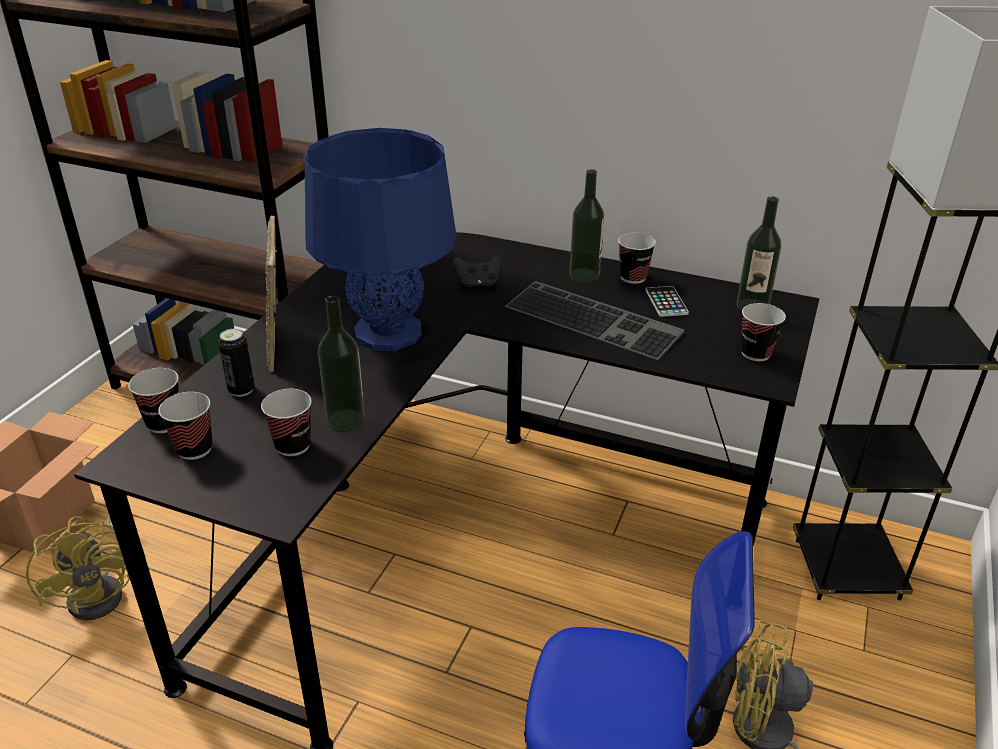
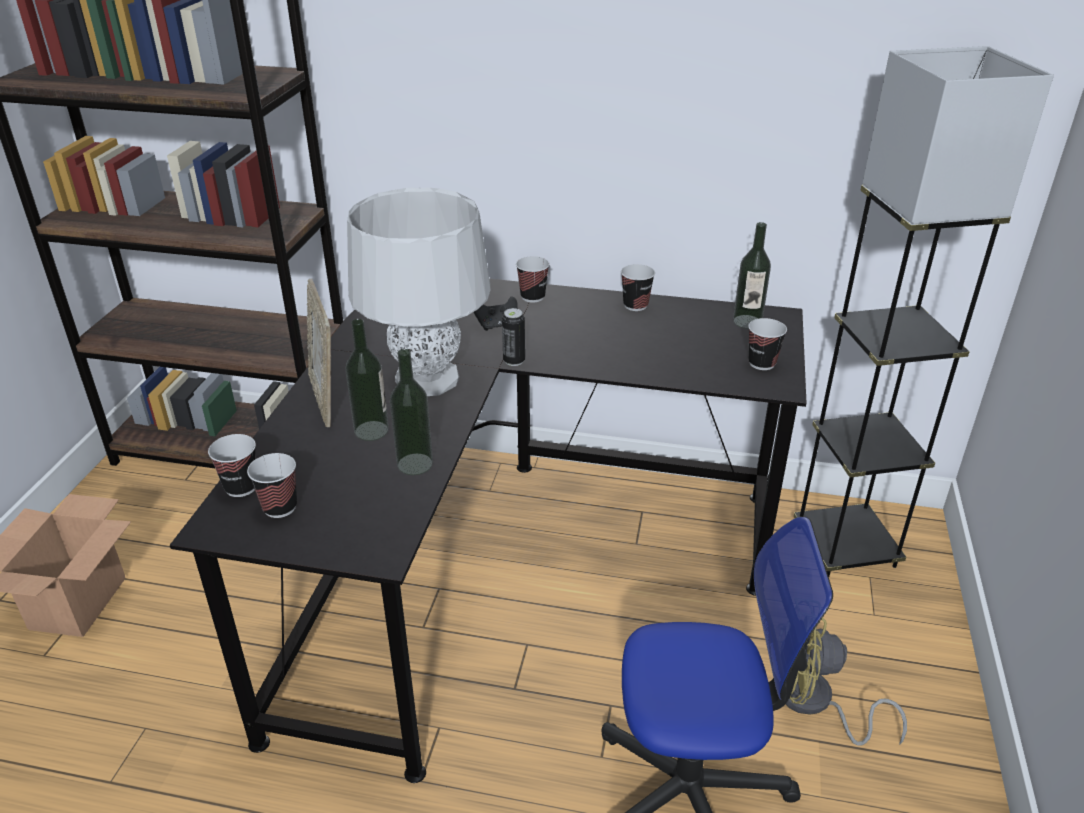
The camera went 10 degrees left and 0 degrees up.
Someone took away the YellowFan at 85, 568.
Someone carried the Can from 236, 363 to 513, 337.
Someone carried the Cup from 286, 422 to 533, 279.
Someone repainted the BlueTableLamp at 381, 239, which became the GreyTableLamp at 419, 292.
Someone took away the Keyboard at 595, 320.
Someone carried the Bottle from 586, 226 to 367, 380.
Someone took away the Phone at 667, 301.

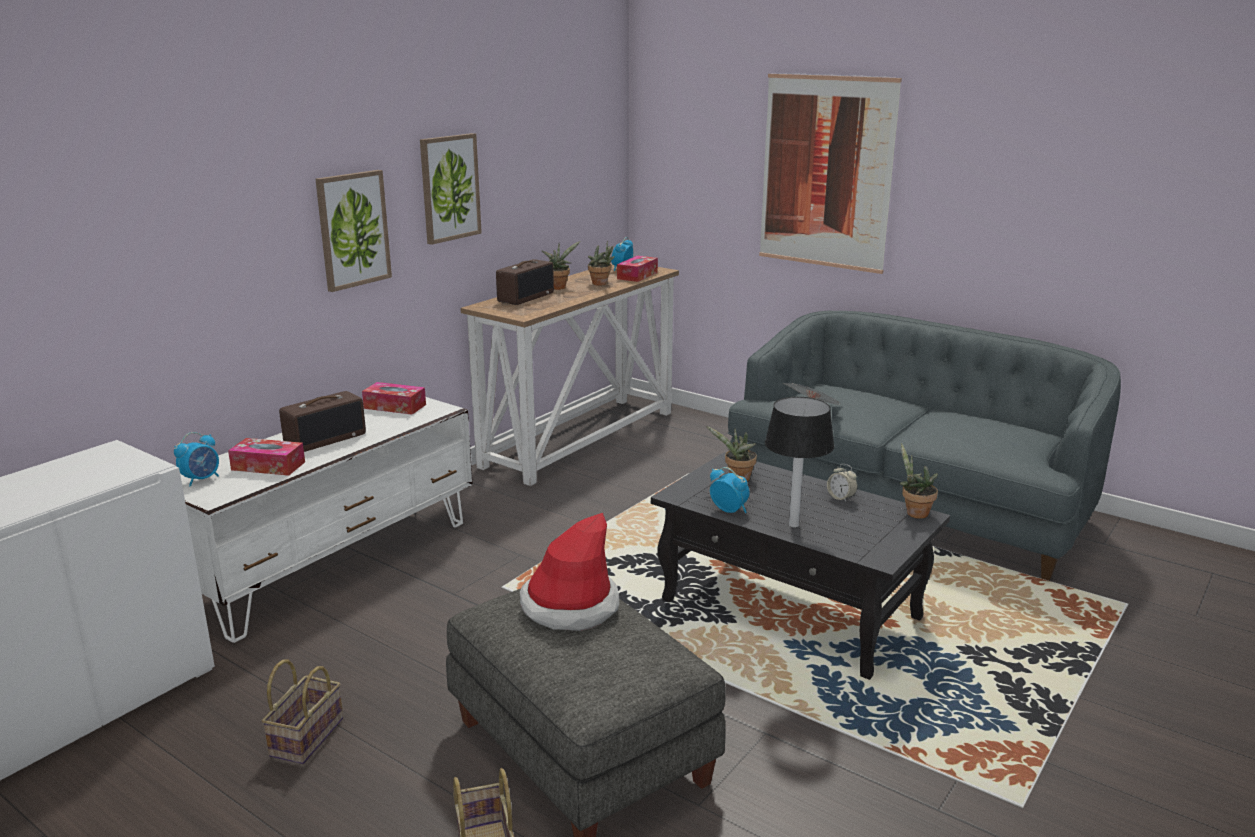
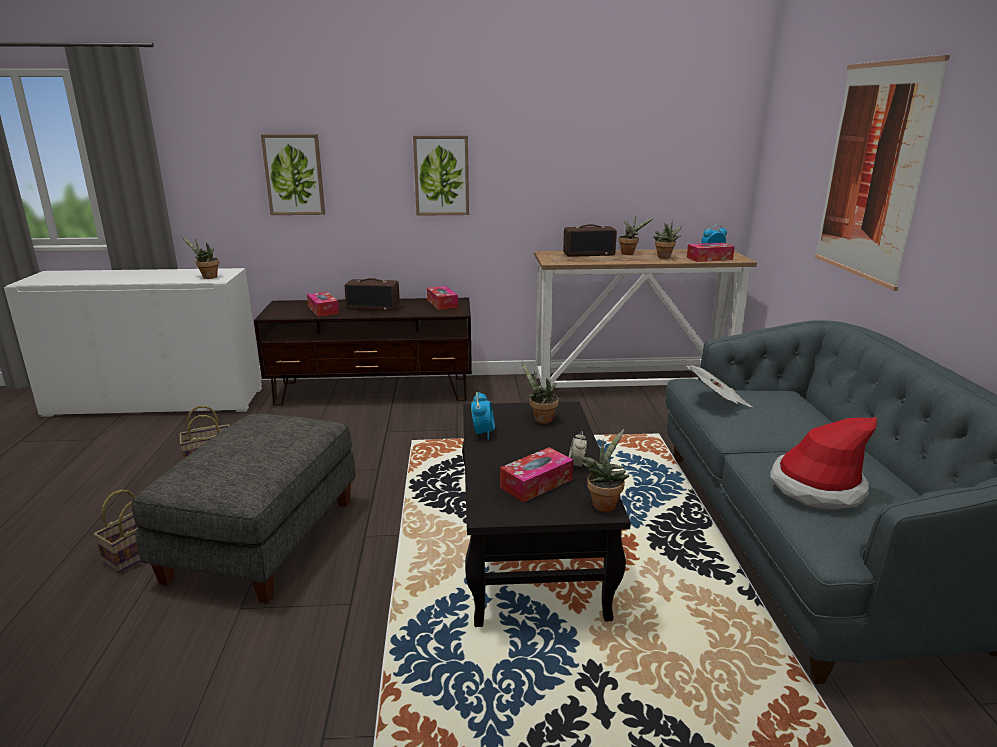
The camera went 50 degrees right and 0 degrees up.
Someone took away the AlarmClock at 196, 459.
Someone repainted the WhiteTvStand at 326, 520, which became the BrownTvStand at 363, 351.
Someone carried the Picture from 451, 189 to 293, 174.
Someone carried the Hat from 569, 572 to 823, 464.
Someone took away the TableLamp at 799, 462.
Someone put down the PottedPlant at 201, 258.
Someone put down the TissueBox at 536, 474.

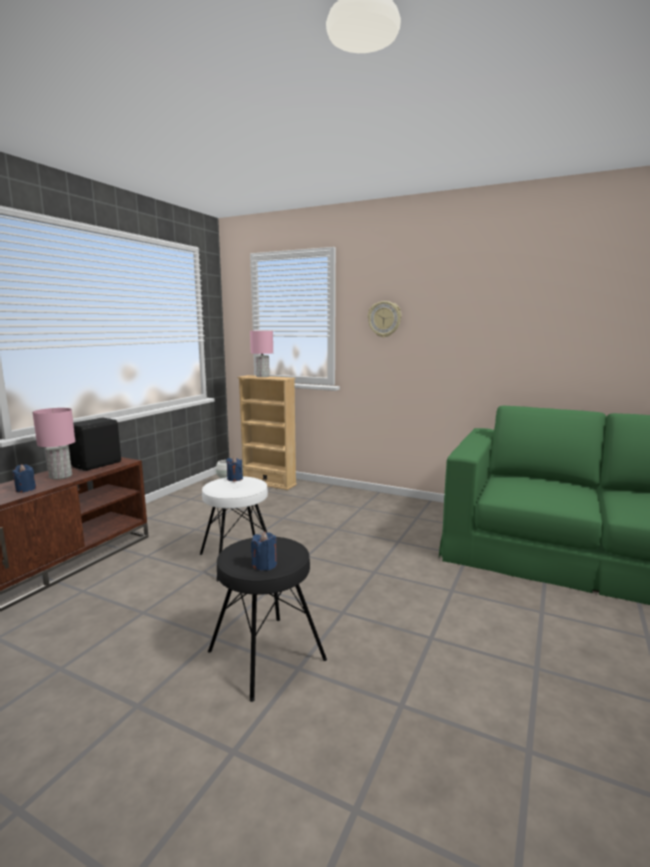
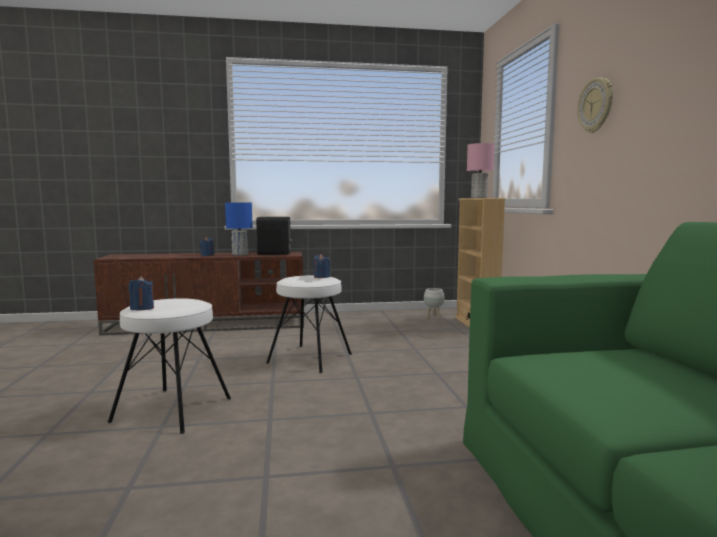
The camera went 55 degrees right and 5 degrees down.
Someone repainted the PinkTableLamp at 54, 444, which became the BlueTableLamp at 239, 229.
Someone repainted the BlackStool at 267, 619, which became the WhiteStool at 169, 366.

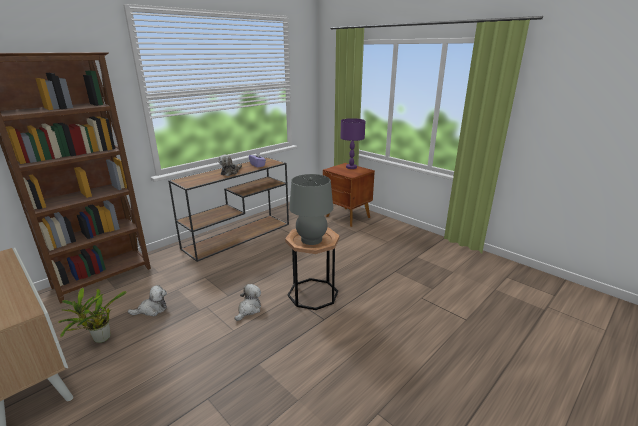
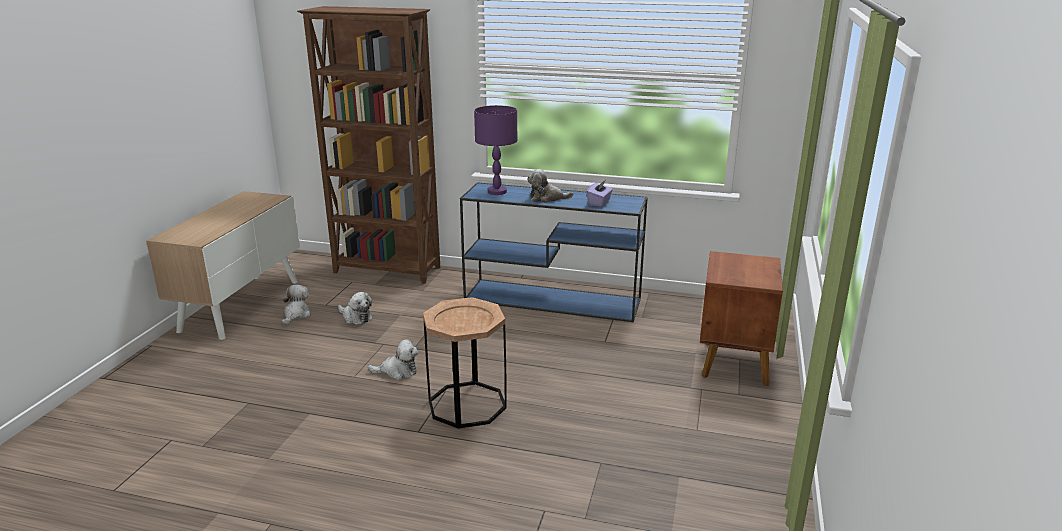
The camera went 60 degrees right and 0 degrees up.
Someone swapped the PottedPlant at 92, 315 for the PlushToy at 296, 304.
Someone repainted the BrownConsoleTable at 228, 209, which became the BlueConsoleTable at 554, 252.
Someone took away the GreyTableLamp at 311, 209.
Someone carried the PurpleTableLamp from 352, 143 to 496, 150.

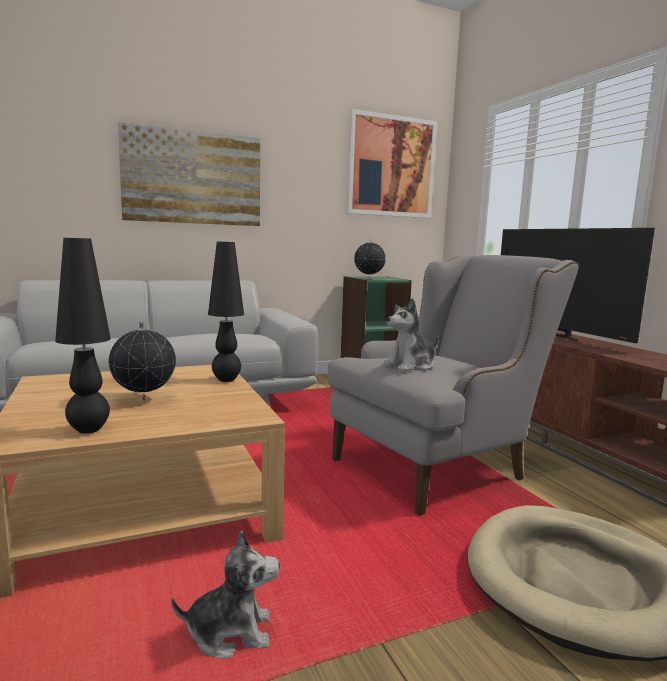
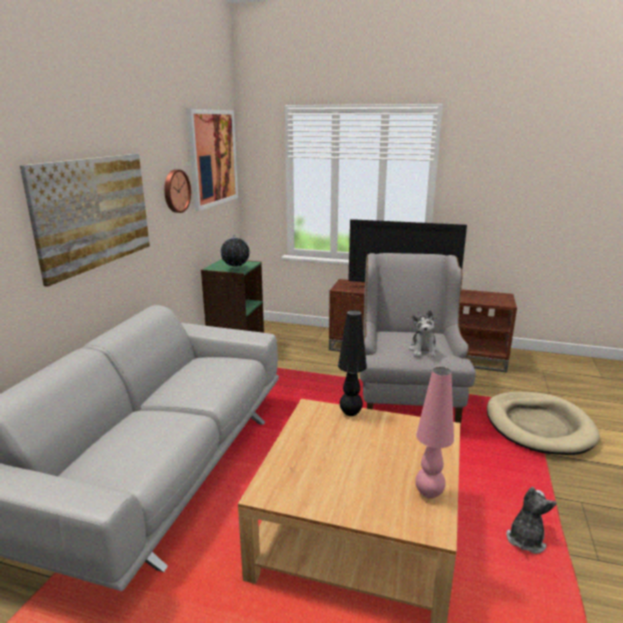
The camera went 50 degrees left and 10 degrees up.
Someone repainted the BlackTableLamp at 83, 336, which became the PinkTableLamp at 434, 433.
Someone took away the Globe at 142, 361.
Someone put up the WallClock at 177, 191.

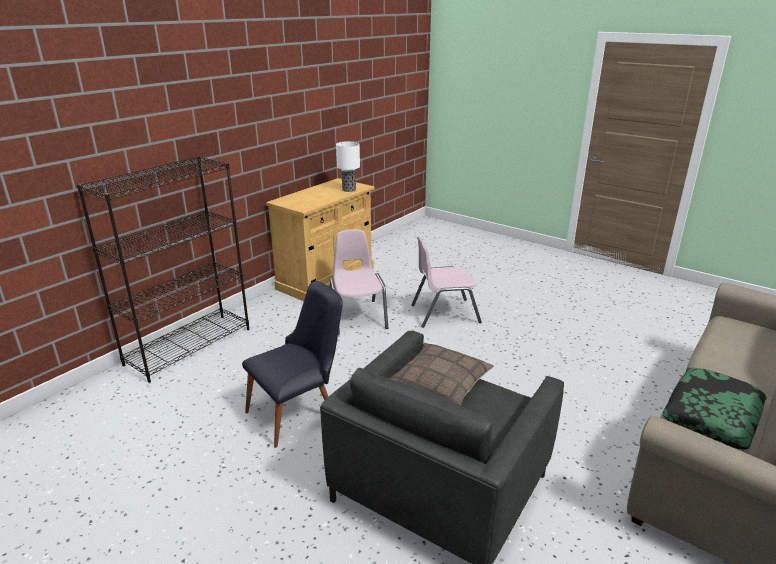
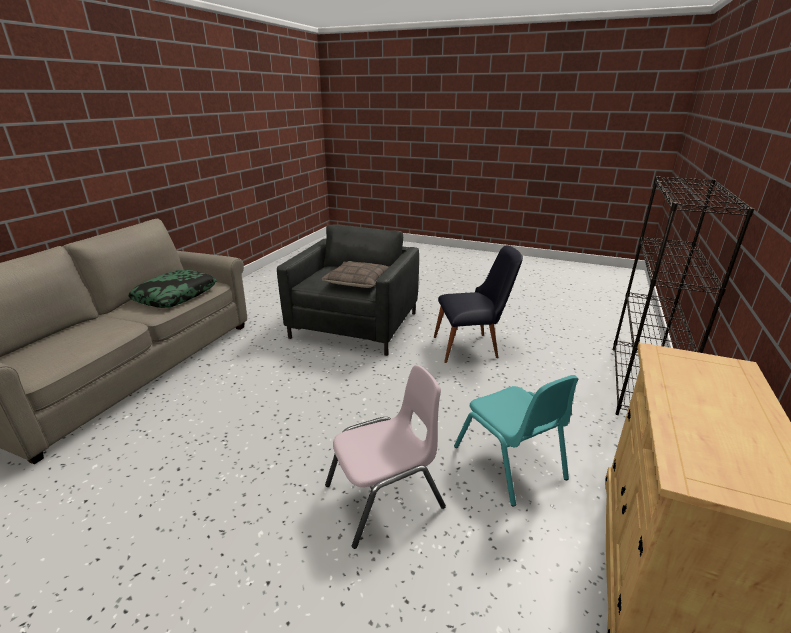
The camera went 165 degrees right and 0 degrees up.
Someone rotated the BlackChair at 292, 364 by 135 degrees counterclockwise.
Someone repainted the PinkChair at 359, 282, which became the TurquoiseChair at 516, 441.
Someone took away the TableLamp at 348, 166.

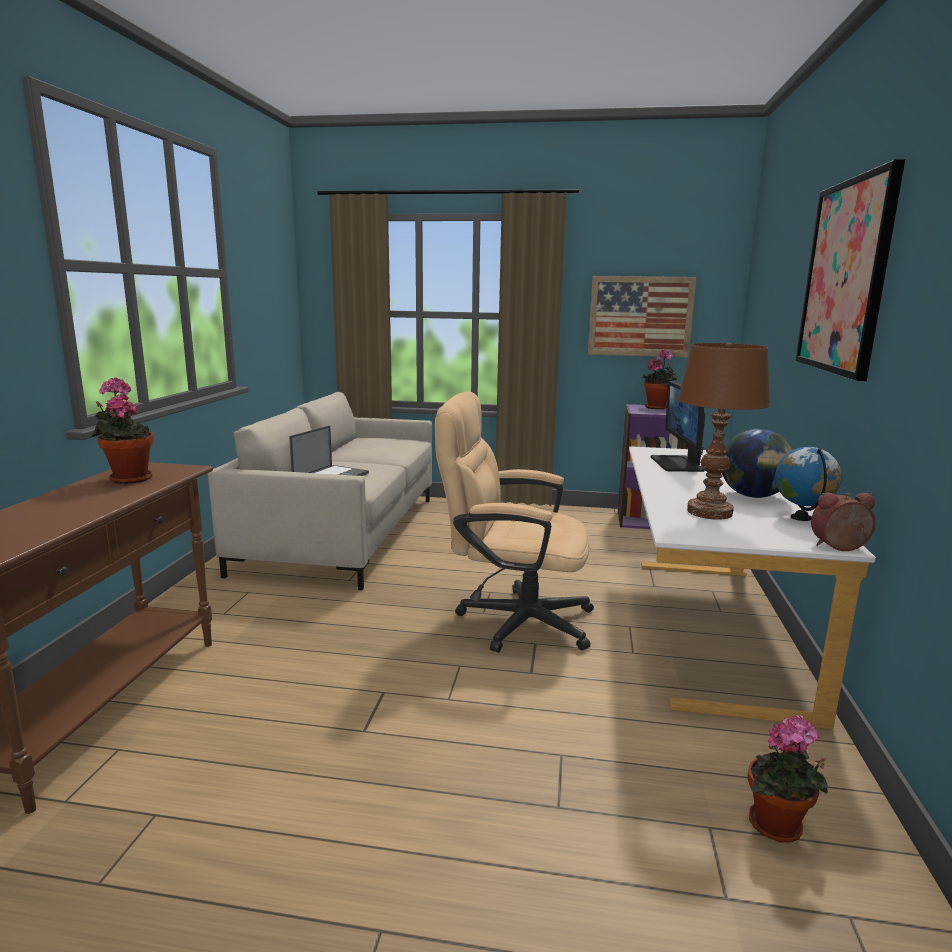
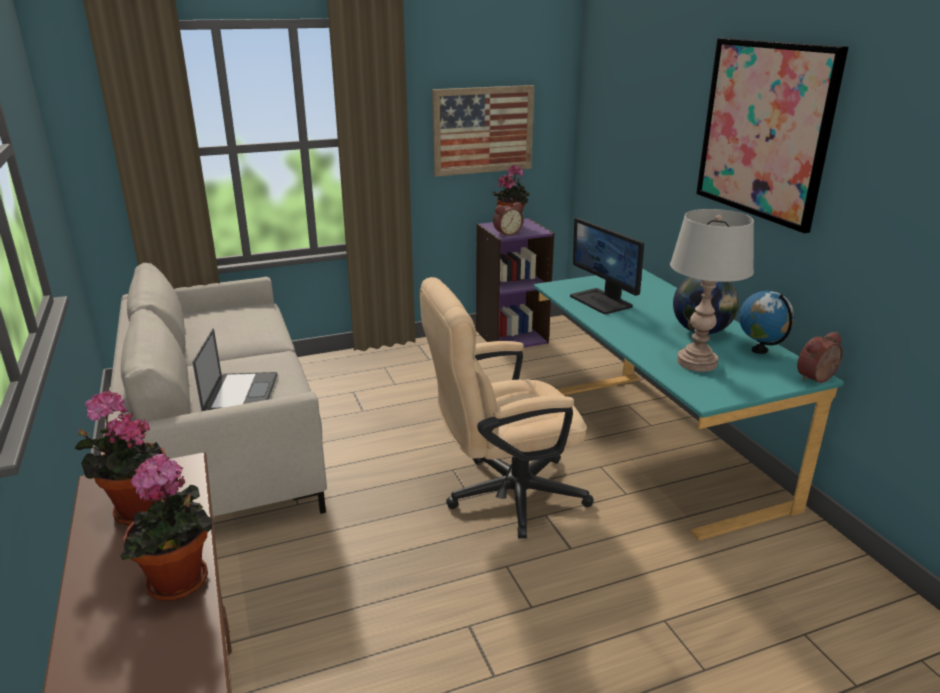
The camera went 30 degrees left and 10 degrees up.
Someone repainted the WhiteDesk at 752, 587, which became the TurquoiseDesk at 689, 404.
Someone repainted the BrownTableLamp at 723, 431, which became the GreyTableLamp at 712, 290.
Someone carried the PottedPlant from 788, 779 to 166, 527.
Someone put down the AlarmClock at 508, 219.

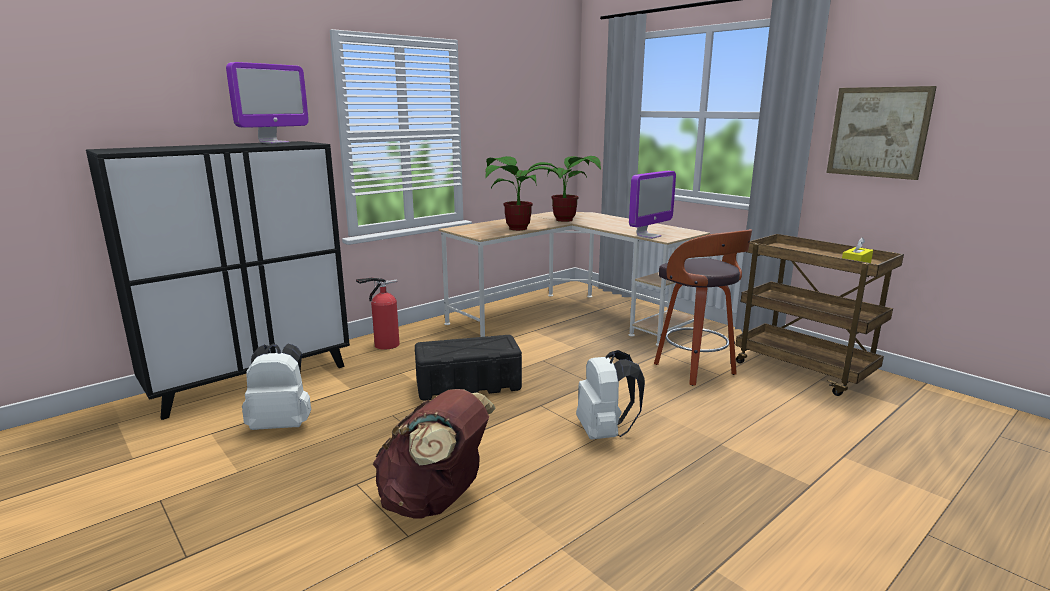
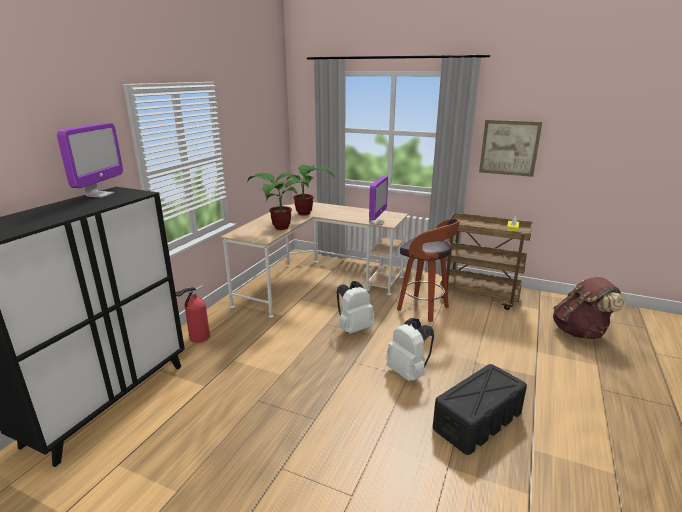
The camera went 25 degrees left and 5 degrees up.
Someone carried the WhiteBackpack from 276, 386 to 355, 307.
Someone carried the BrownBackpack from 434, 454 to 590, 308.
Someone carried the BlackStorageBox from 468, 367 to 480, 409.

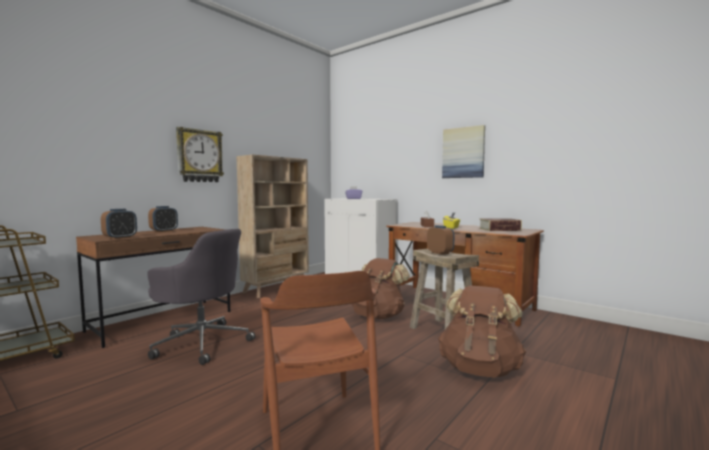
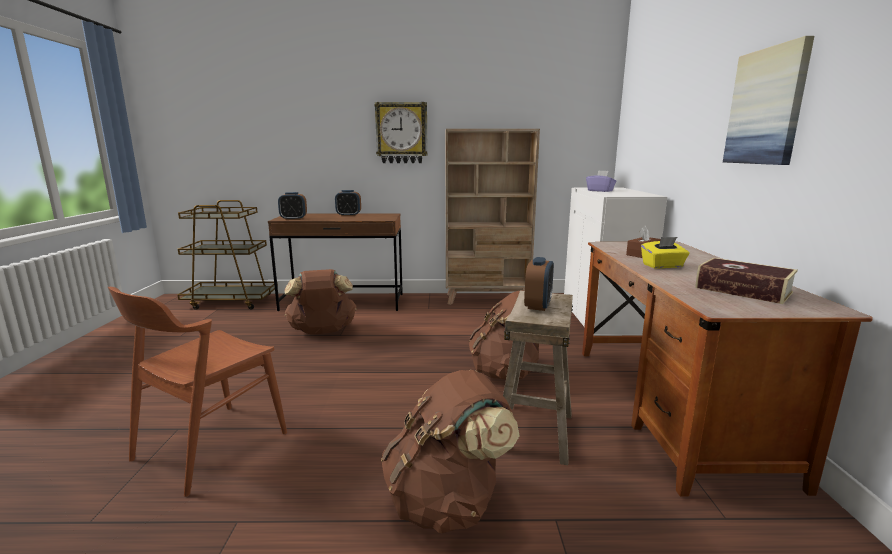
The camera went 50 degrees right and 10 degrees up.
Someone swapped the GreyOfficeChair at 201, 297 for the BrownBackpack at 320, 301.

